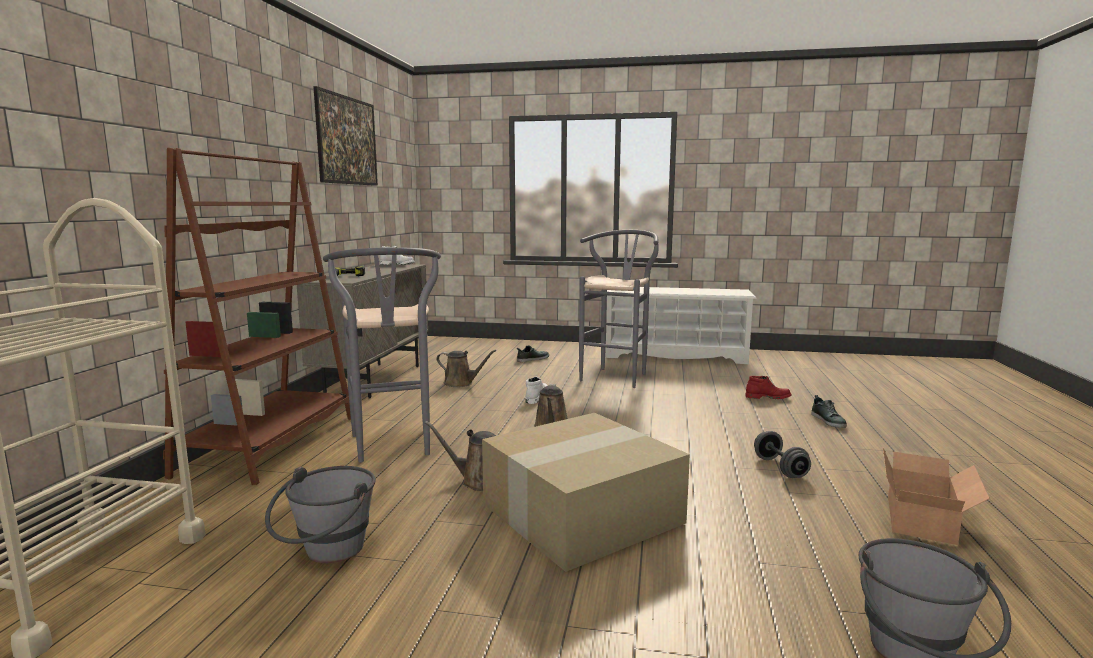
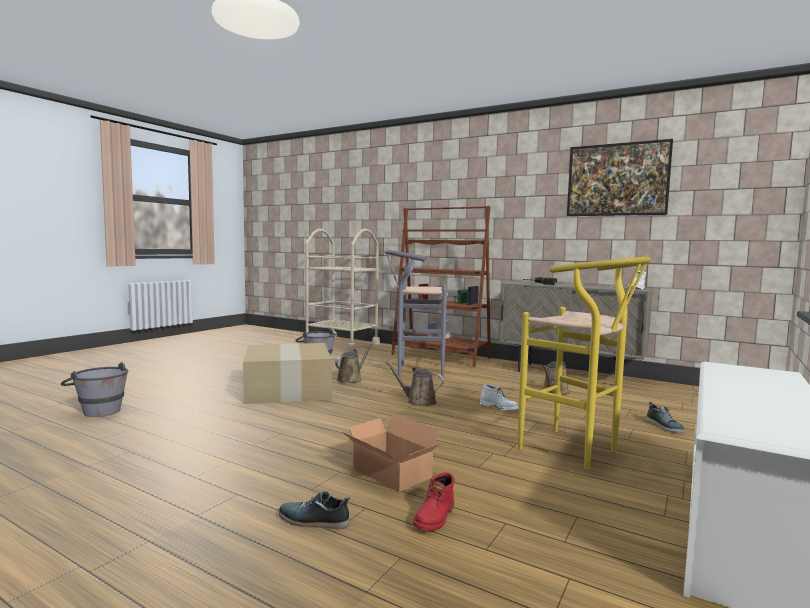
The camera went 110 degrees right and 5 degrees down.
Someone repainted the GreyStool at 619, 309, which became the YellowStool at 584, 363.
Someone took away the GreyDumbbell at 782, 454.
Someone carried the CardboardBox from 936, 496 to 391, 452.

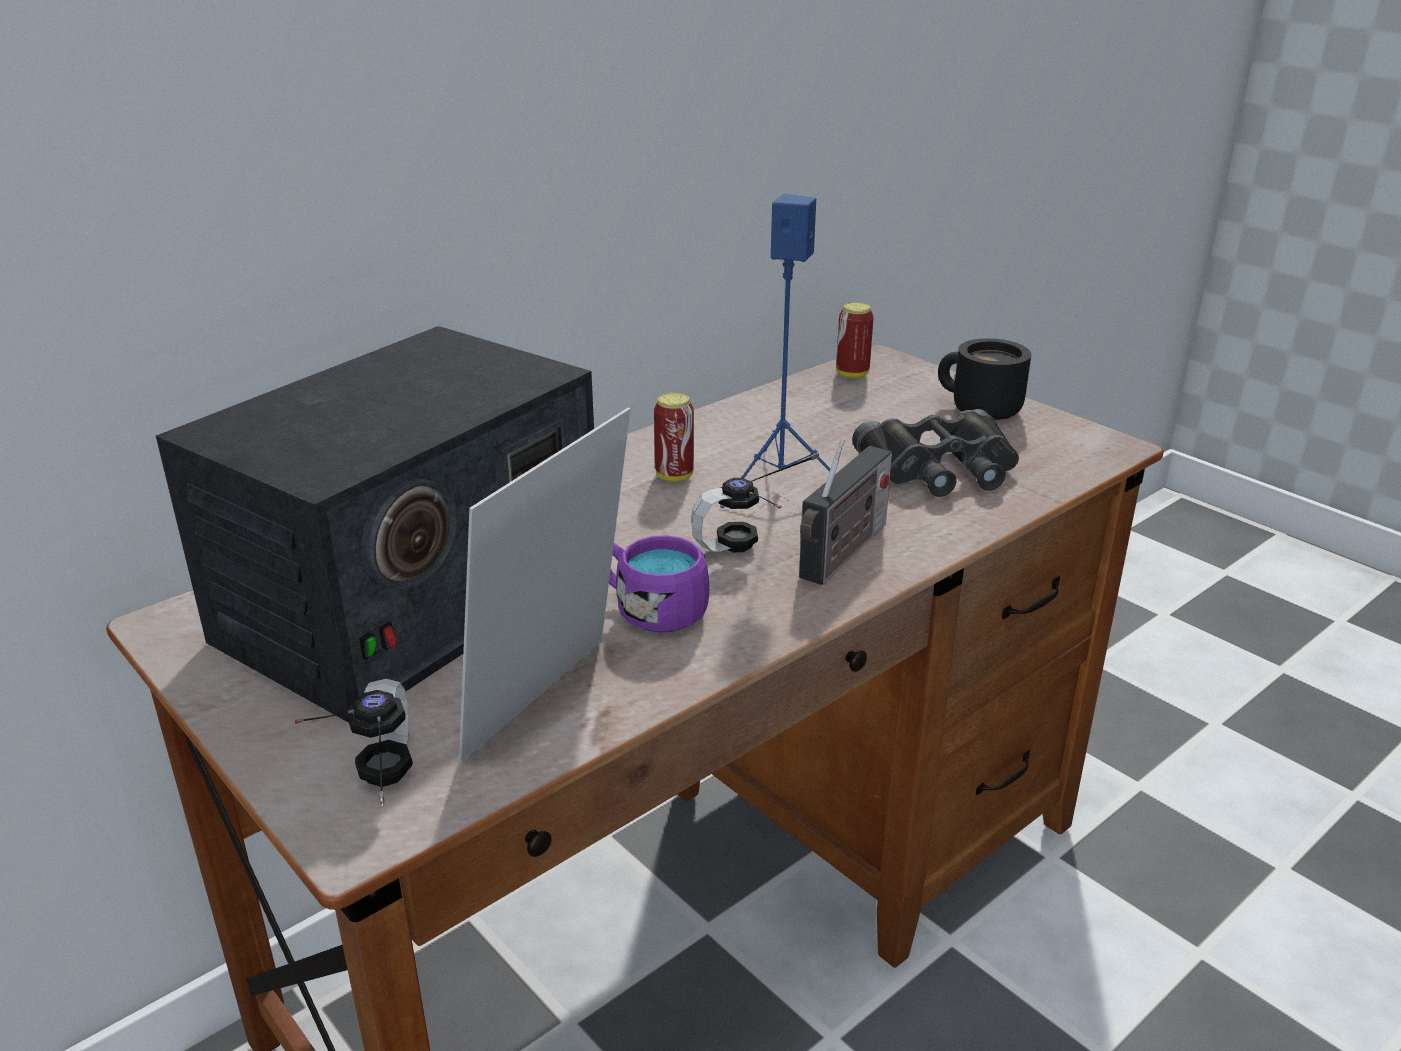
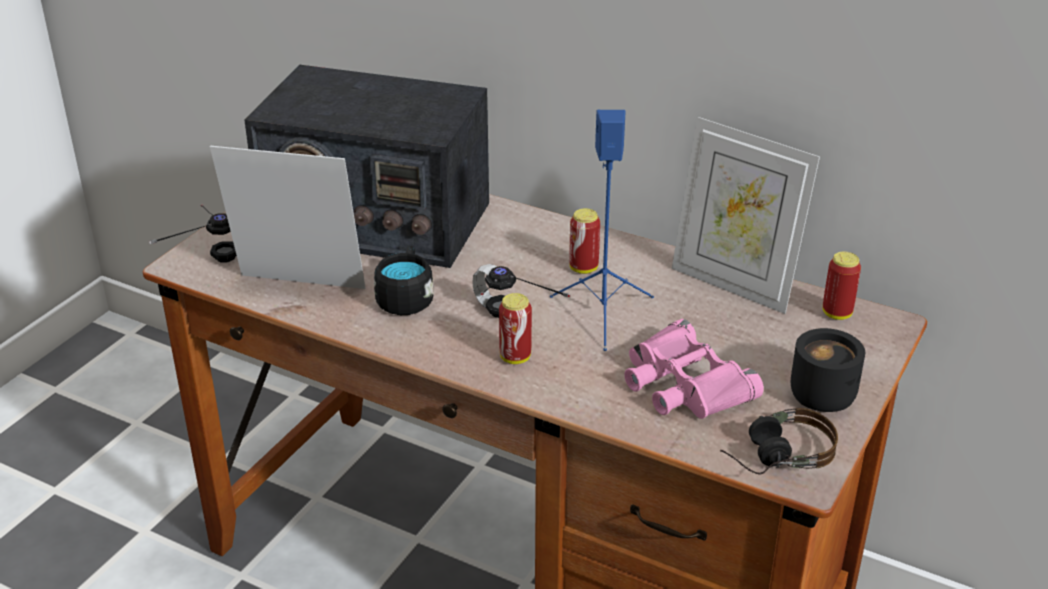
The camera went 70 degrees right and 5 degrees up.
Someone repainted the PurpleMug at 659, 584, which became the BlackMug at 404, 280.
Someone swapped the Radio at 845, 512 for the Can at 515, 328.
Someone repainted the BlackBinoculars at 935, 453, which became the PinkBinoculars at 694, 369.
Someone put down the PictureFrame at 746, 215.
Someone put down the Headphones at 779, 441.

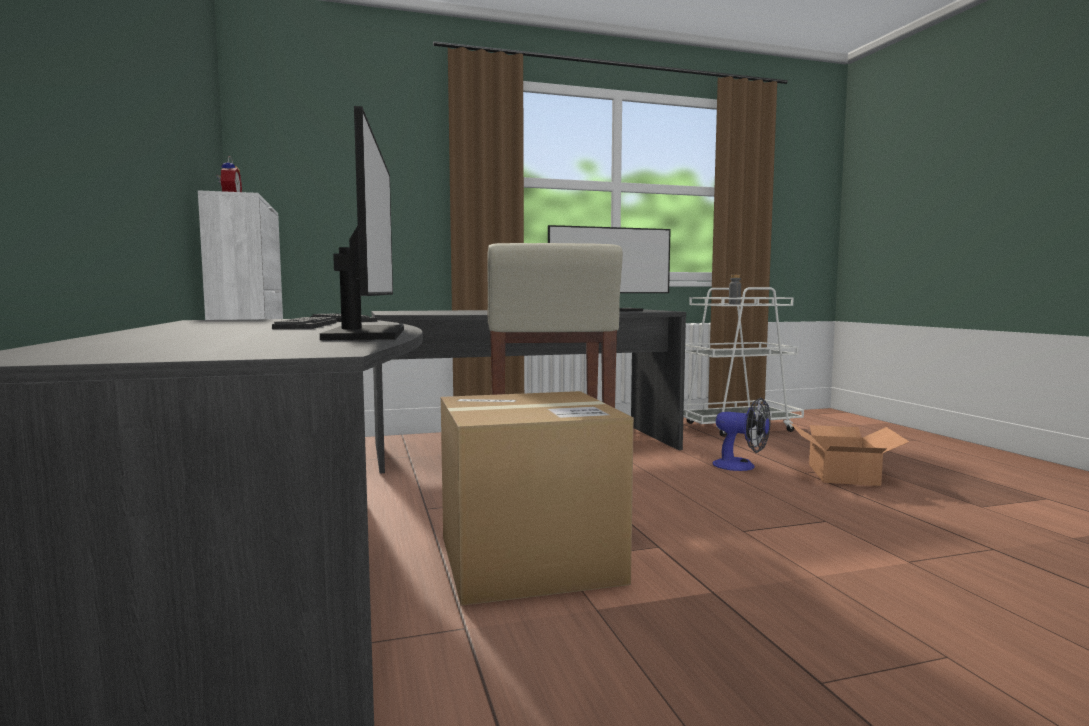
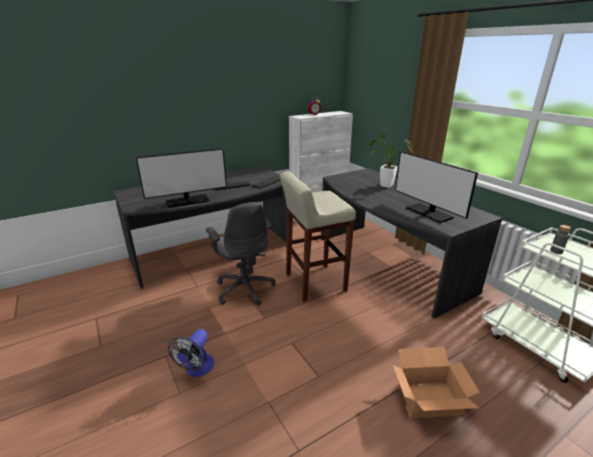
The camera went 75 degrees right and 20 degrees up.
Someone swapped the CardboardBox at 537, 498 for the GreyOfficeChair at 240, 254.
Someone carried the Fan from 742, 434 to 191, 353.
Someone put down the PottedPlant at 390, 160.

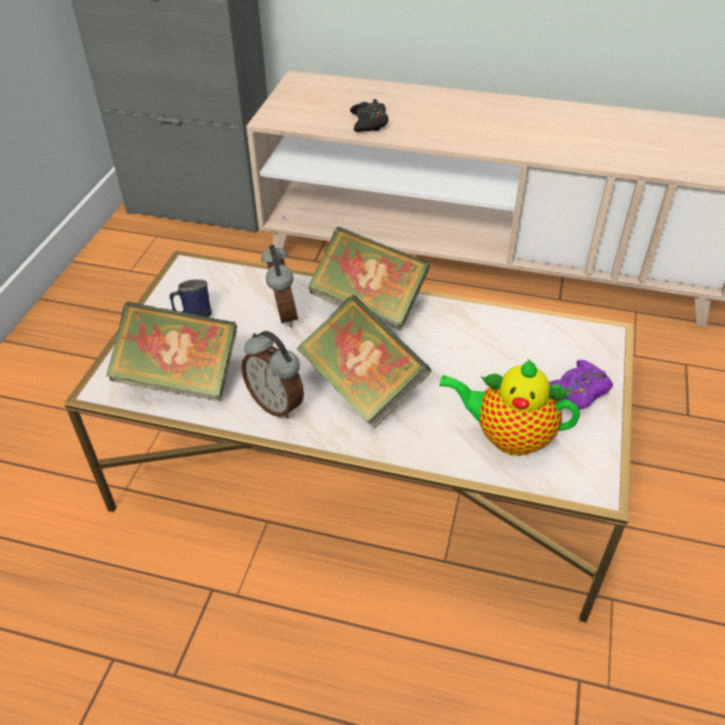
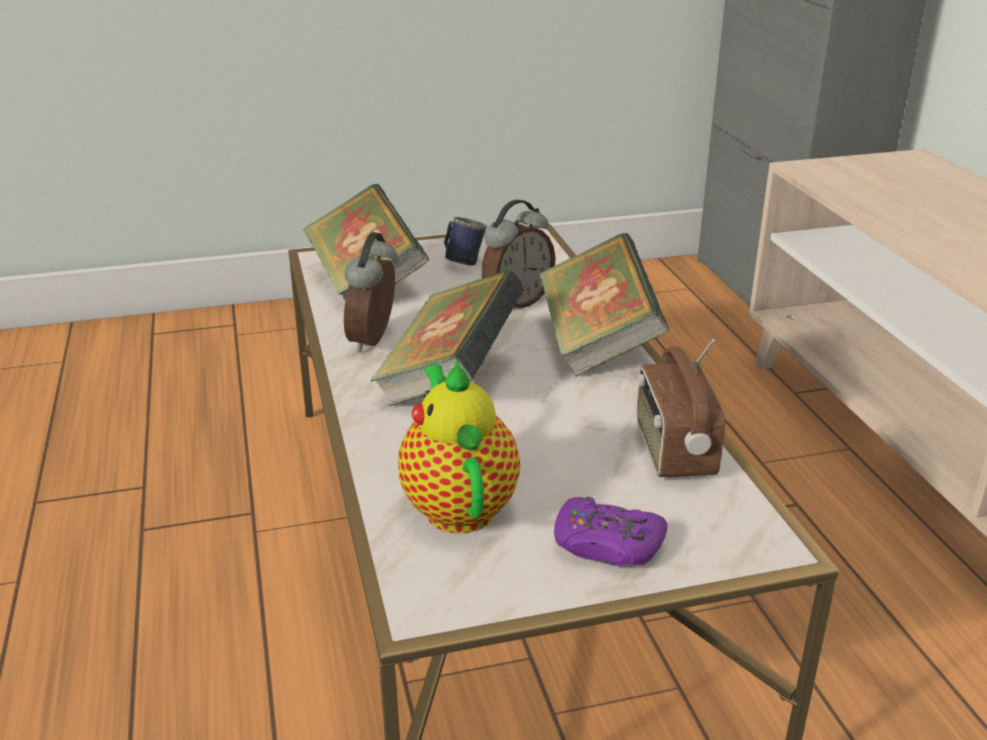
The camera went 60 degrees right and 15 degrees down.
Someone took away the BlackGameController at 369, 115.
Someone put down the Radio at 680, 408.

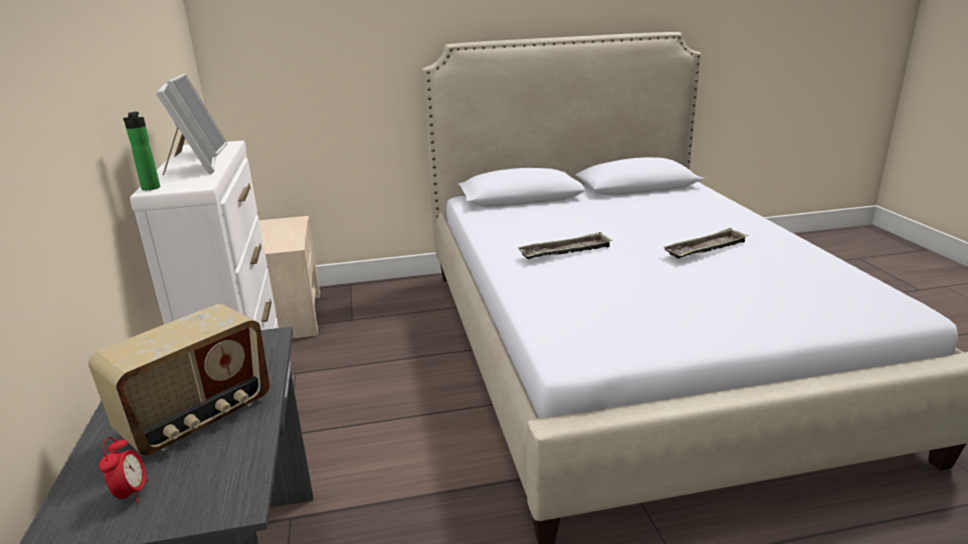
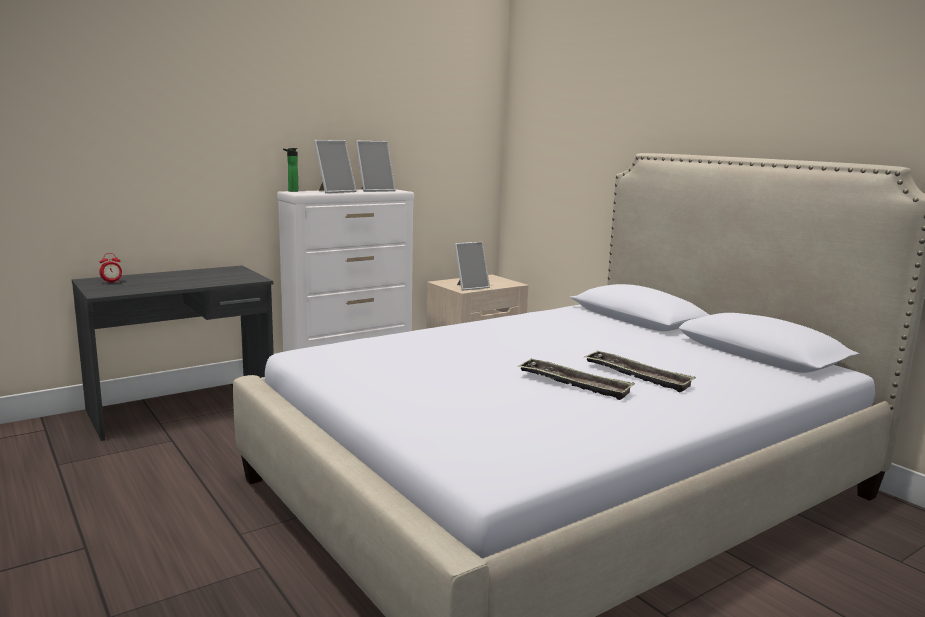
The camera went 65 degrees right and 10 degrees down.
Someone took away the Radio at 179, 380.
Someone carried the Tray from 565, 245 to 640, 371.
Someone put down the PictureFrame at 472, 266.

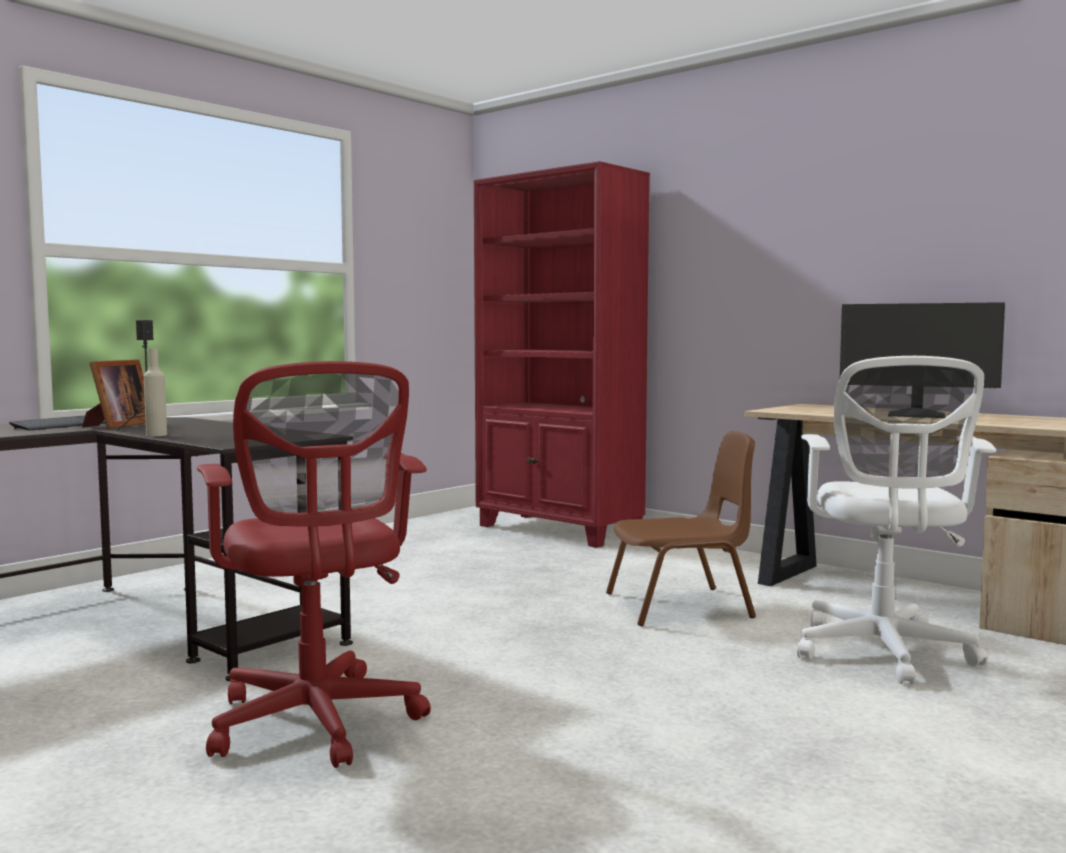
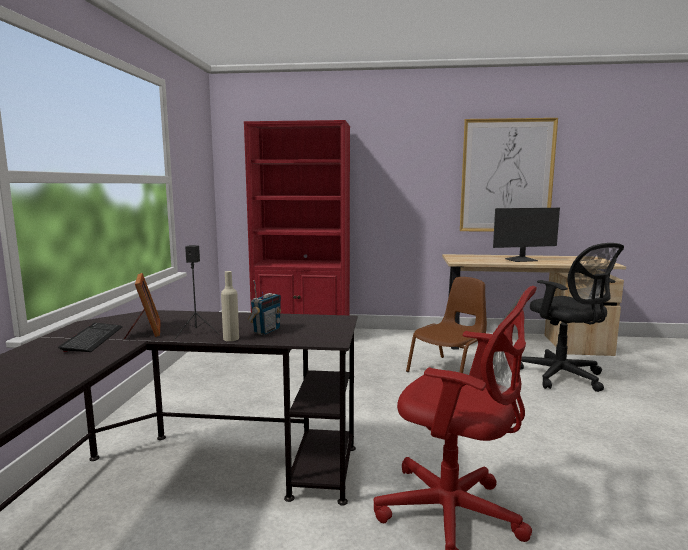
The camera went 35 degrees left and 5 degrees up.
Someone repainted the WhiteOfficeChair at 896, 520, which became the BlackOfficeChair at 572, 317.
Someone put down the Radio at 264, 307.
Someone put up the Picture at 509, 175.

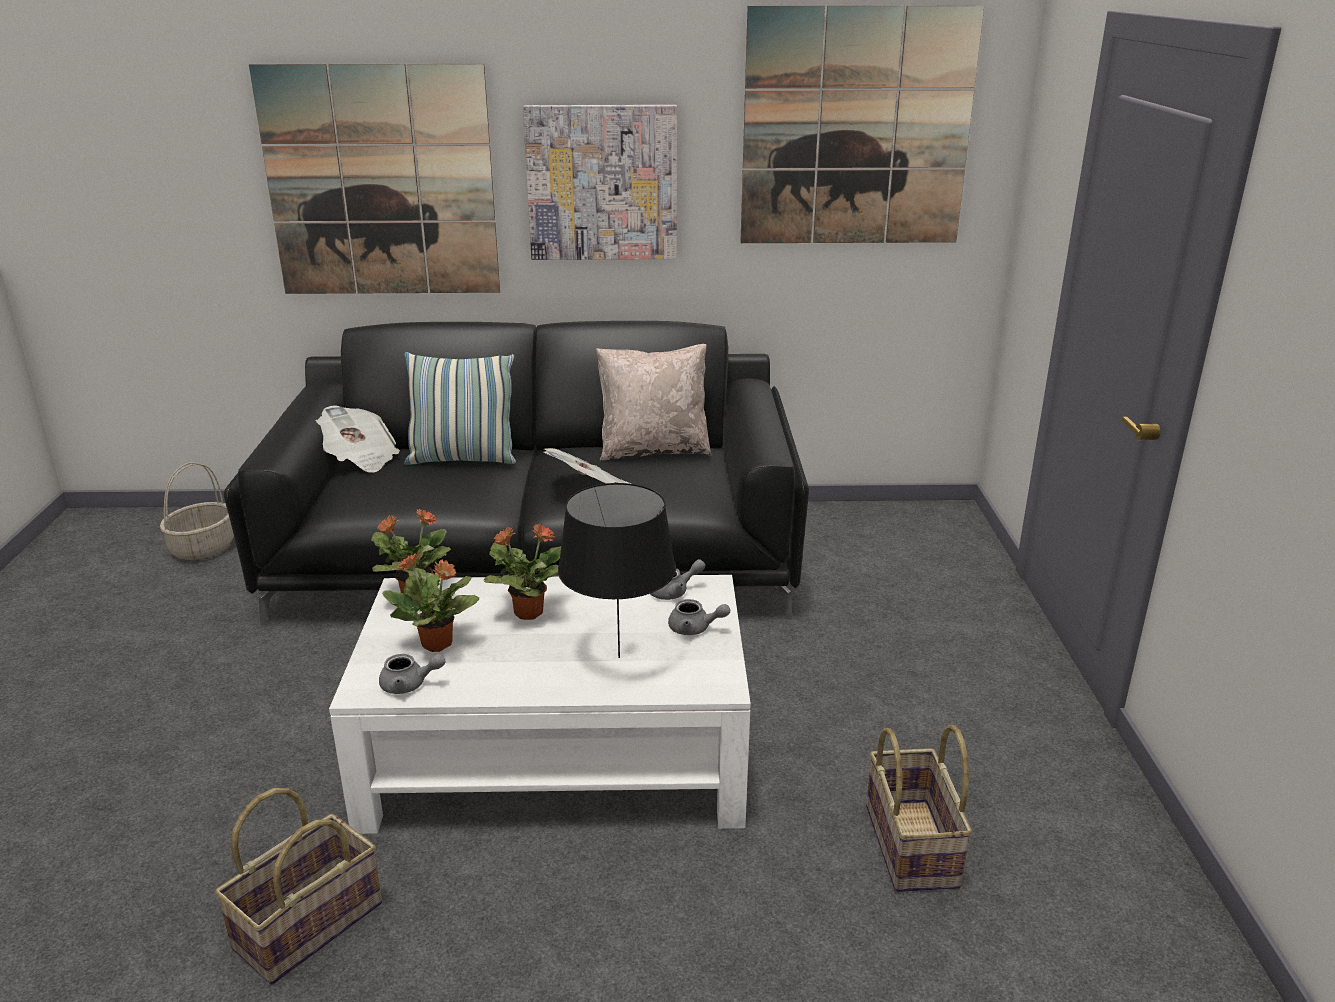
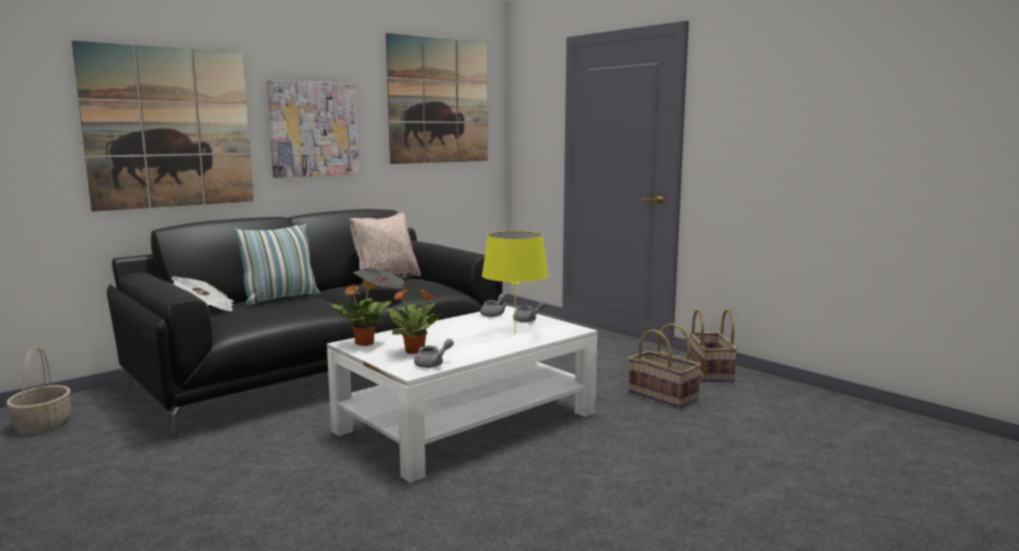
The camera went 40 degrees left and 15 degrees down.
Someone carried the Basket from 298, 886 to 713, 345.
Someone took away the PottedPlant at 522, 572.
Someone repainted the BlackTableLamp at 617, 570, which became the YellowTableLamp at 515, 282.

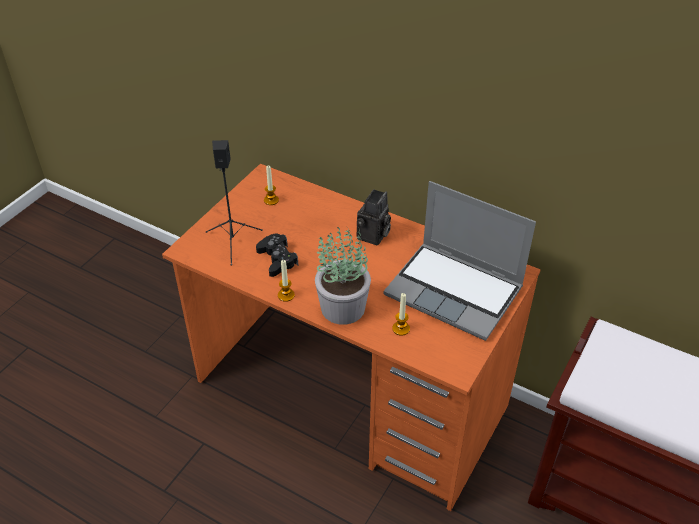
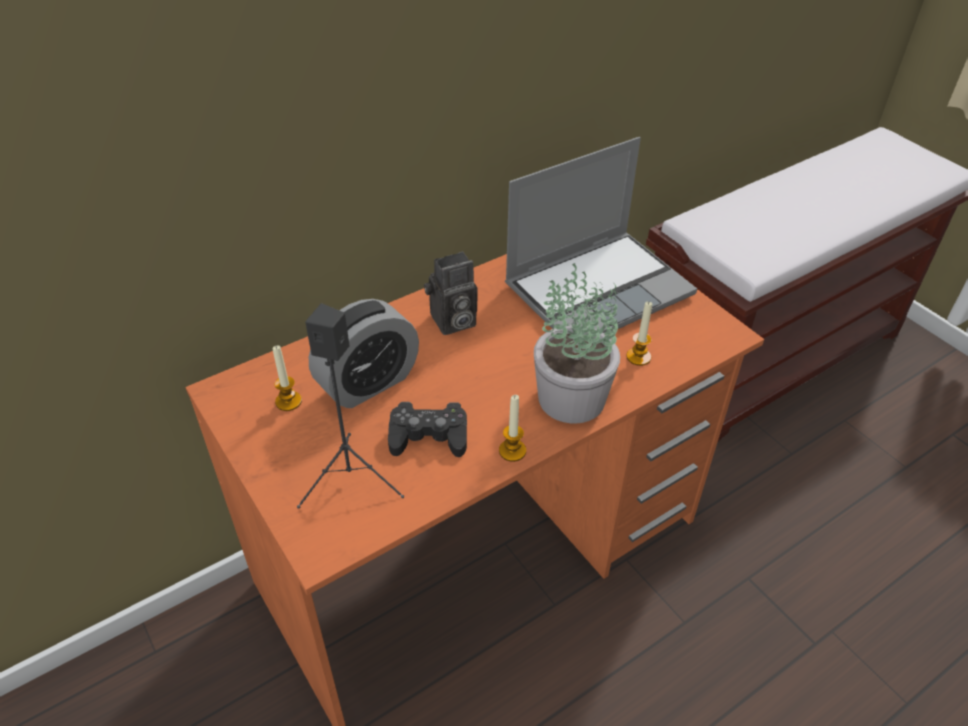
The camera went 65 degrees left and 0 degrees up.
Someone rotated the PhotoCamera at 374, 217 by 105 degrees clockwise.
Someone put down the AlarmClock at 364, 353.

